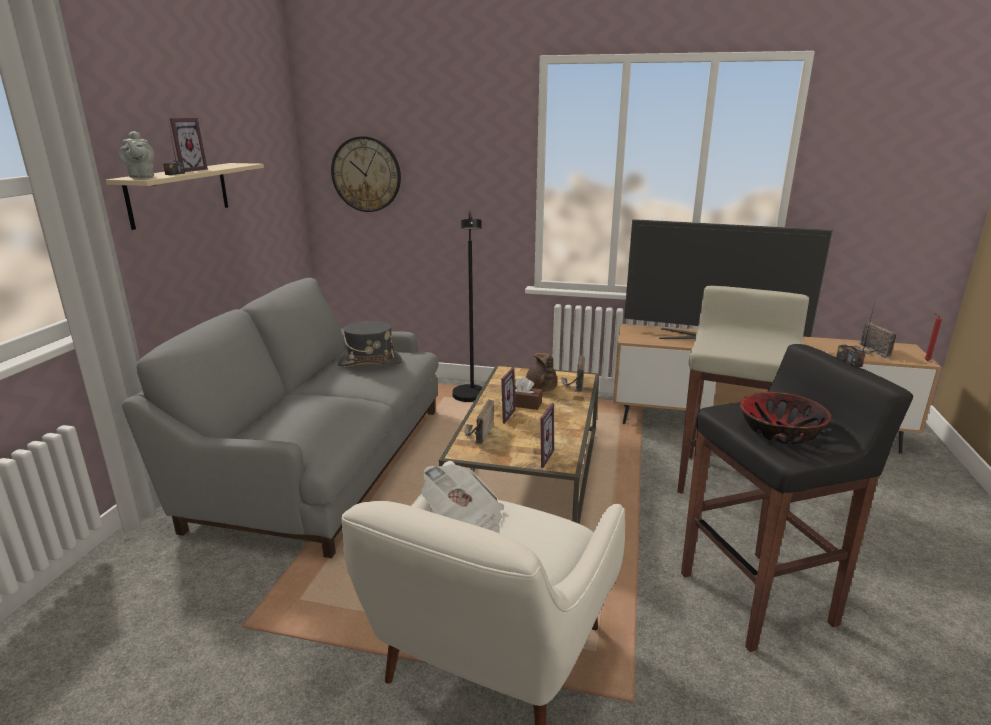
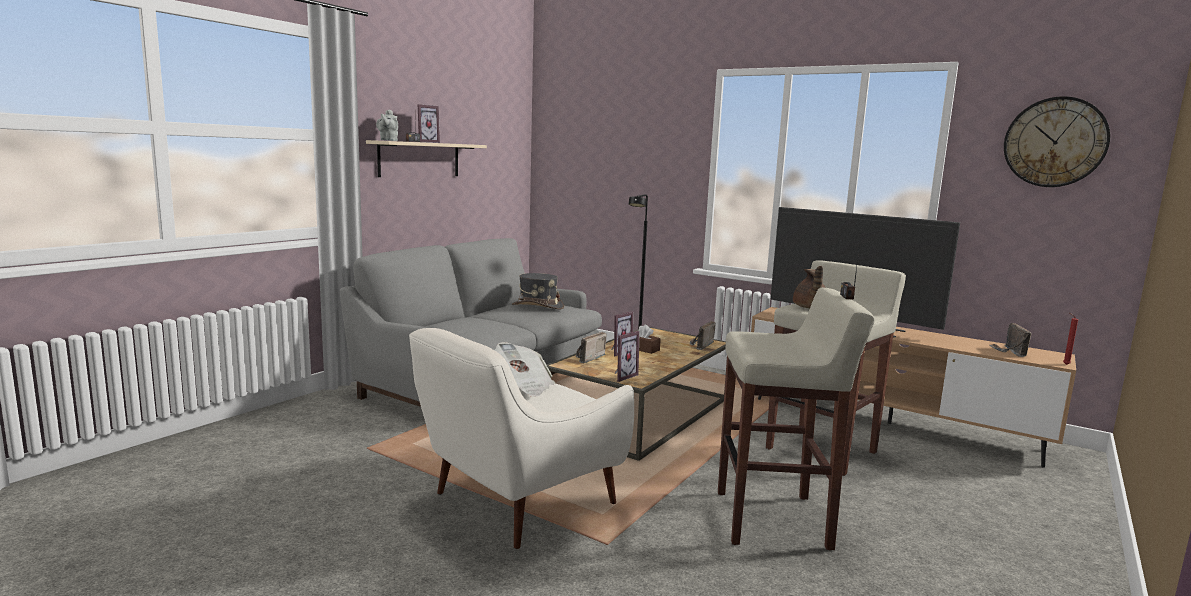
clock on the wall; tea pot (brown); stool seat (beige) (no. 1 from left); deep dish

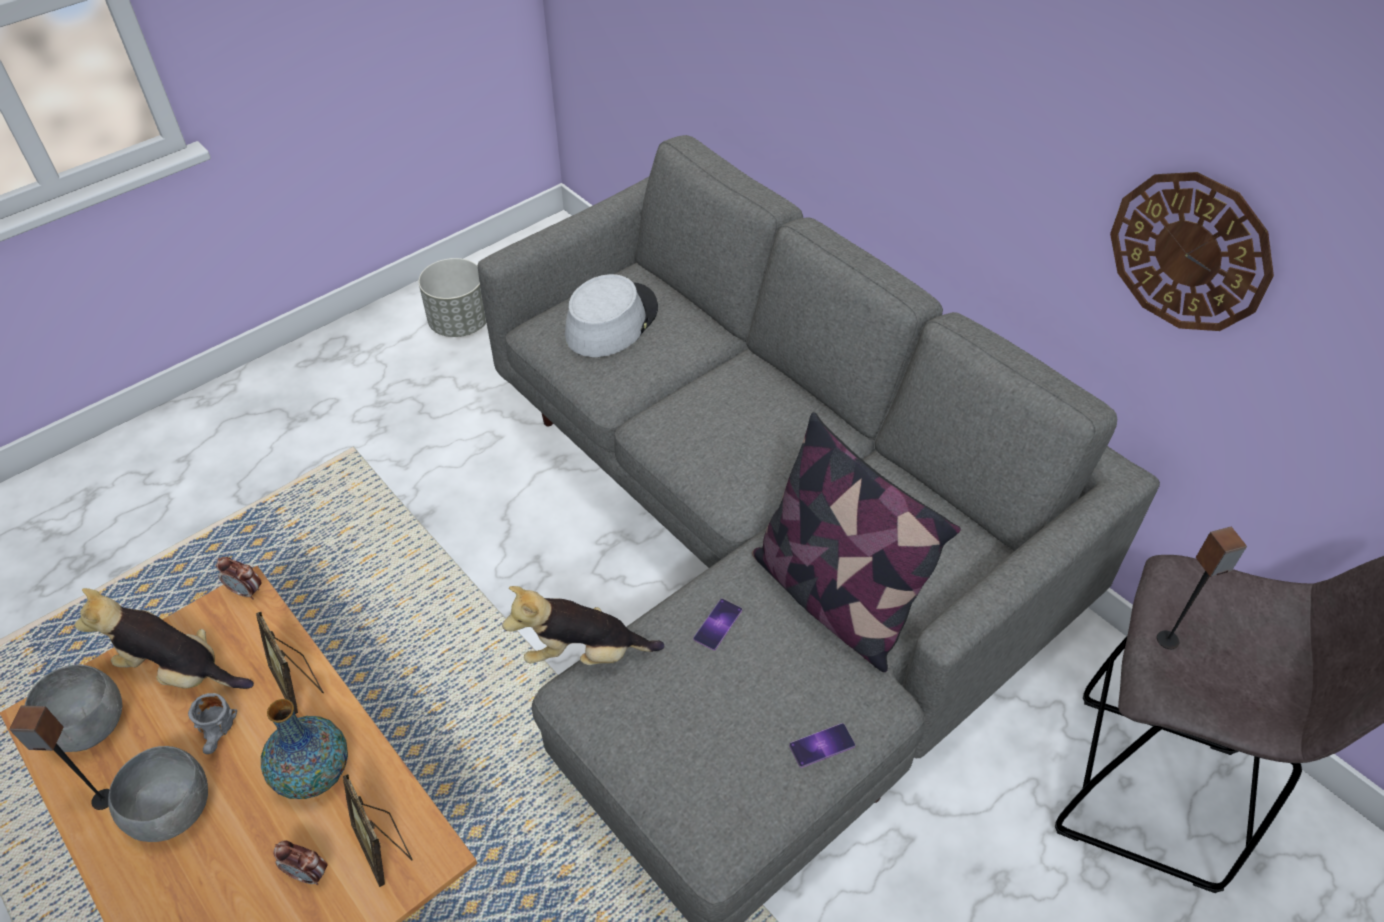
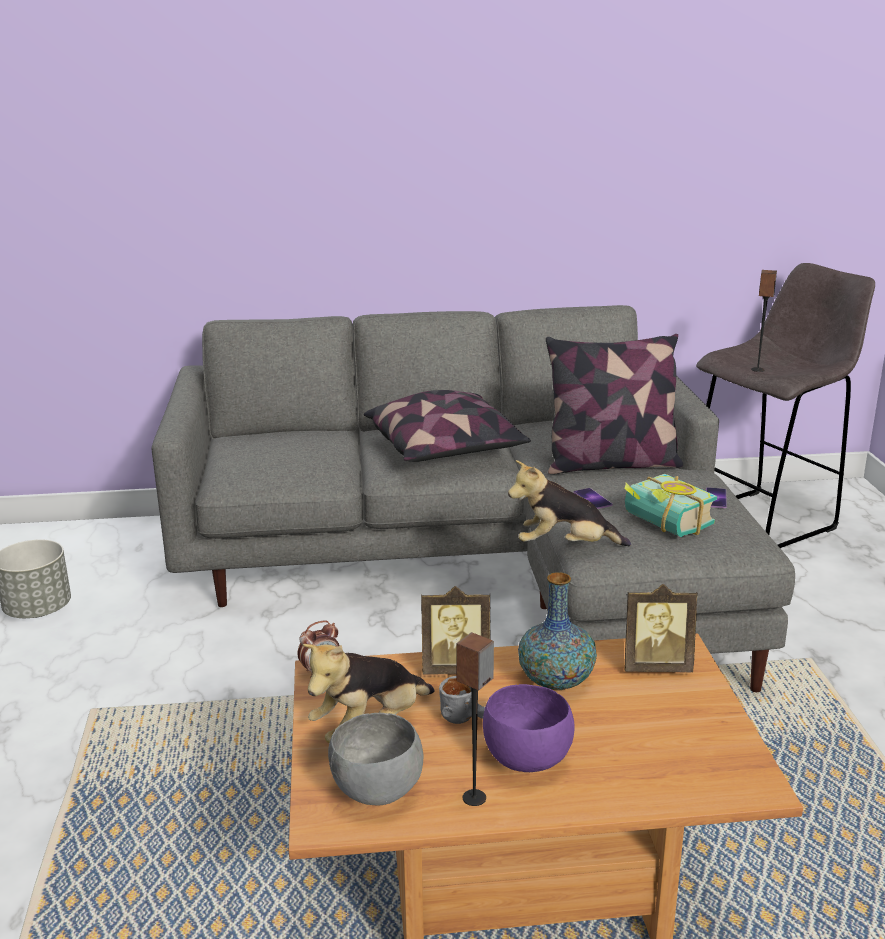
deep dish (purple-coloured); table clock (no. 2 from left in the first image); soft toy (no. 2 from left); wearable hat (grey); clock on the wall; pillow (no. 1 from left); volume

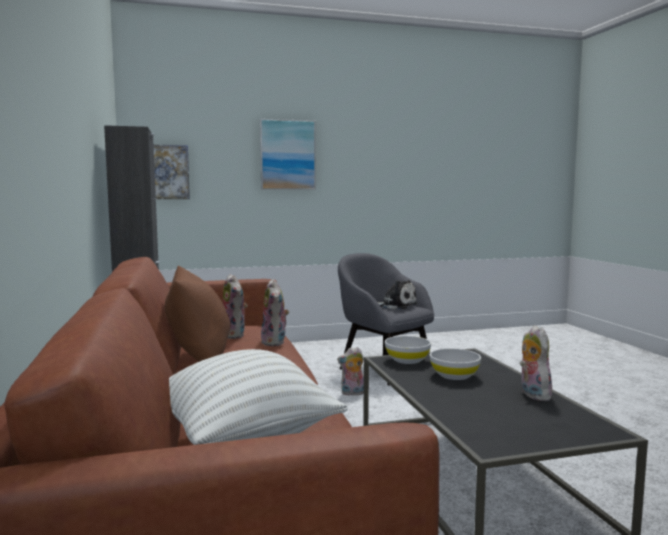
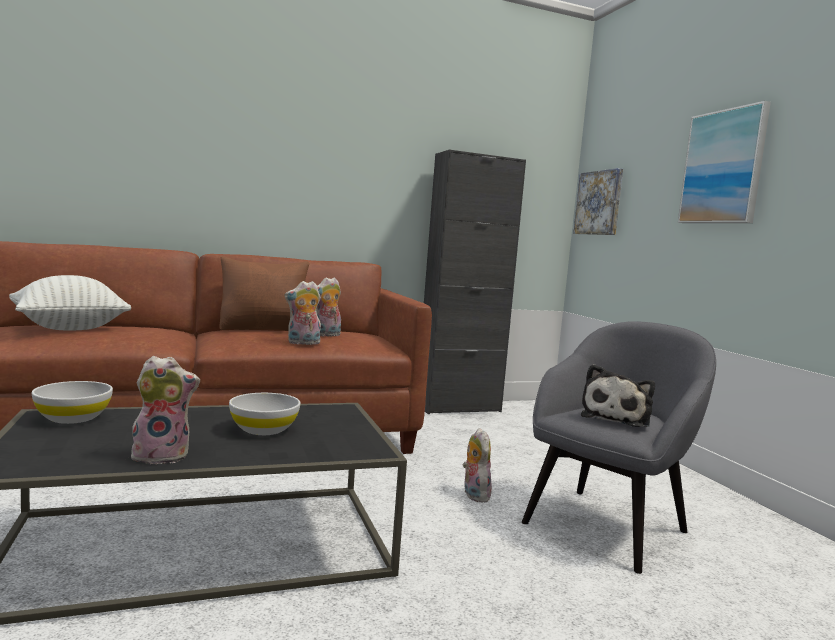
deep dish (whitish) (no. 1 from left)

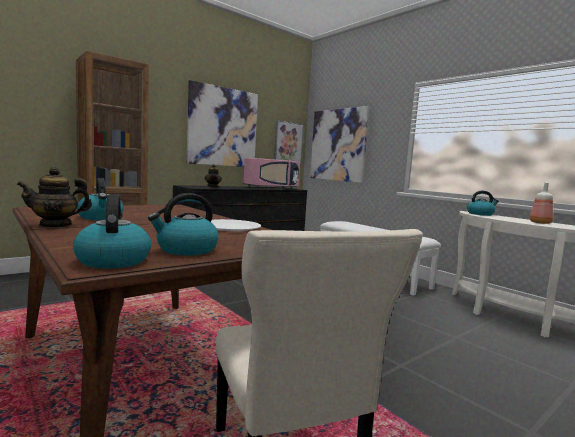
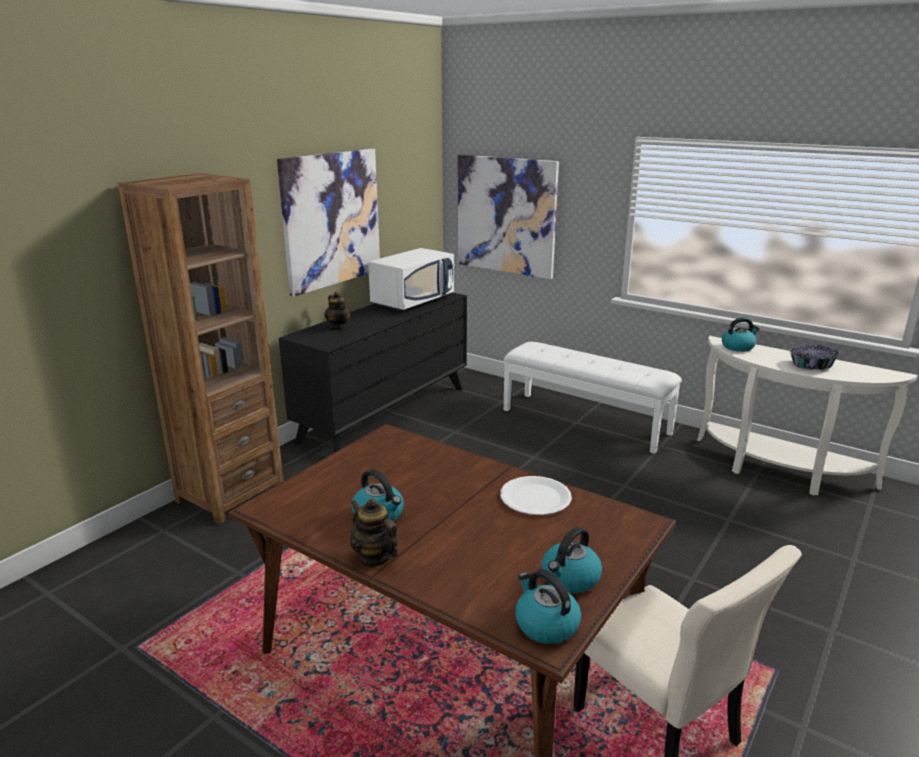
tea pot (no. 2 from left); kitchen microwave (whitish); wall art (no. 2 from left in the first image); deep dish

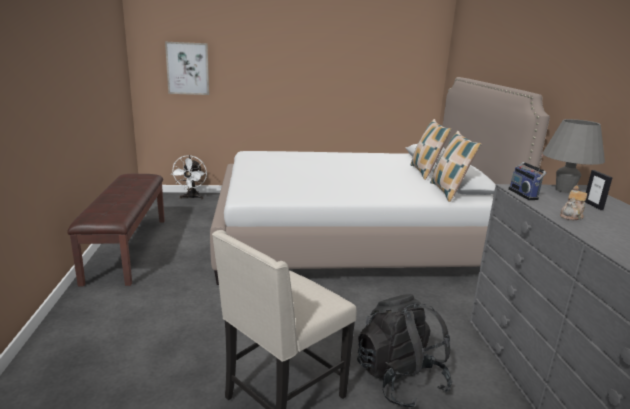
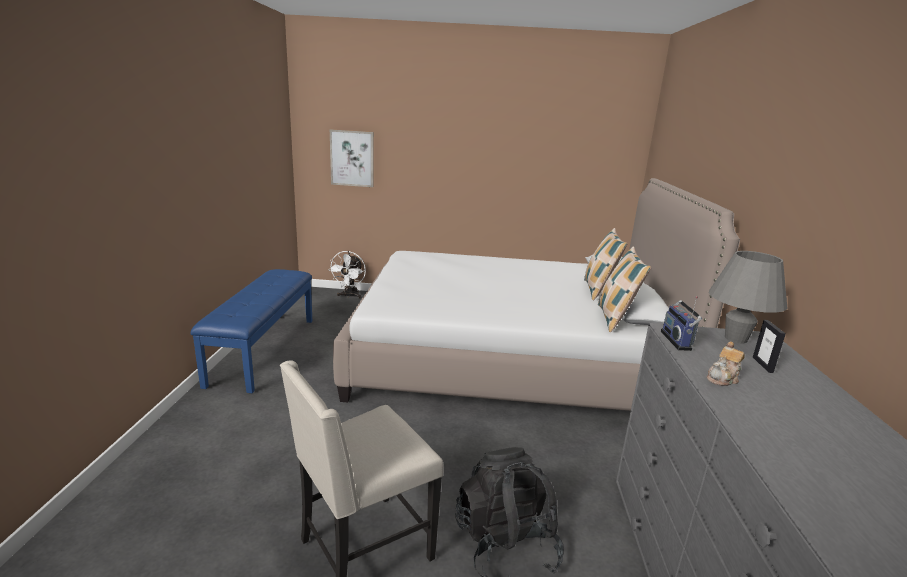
long seat (bluish)

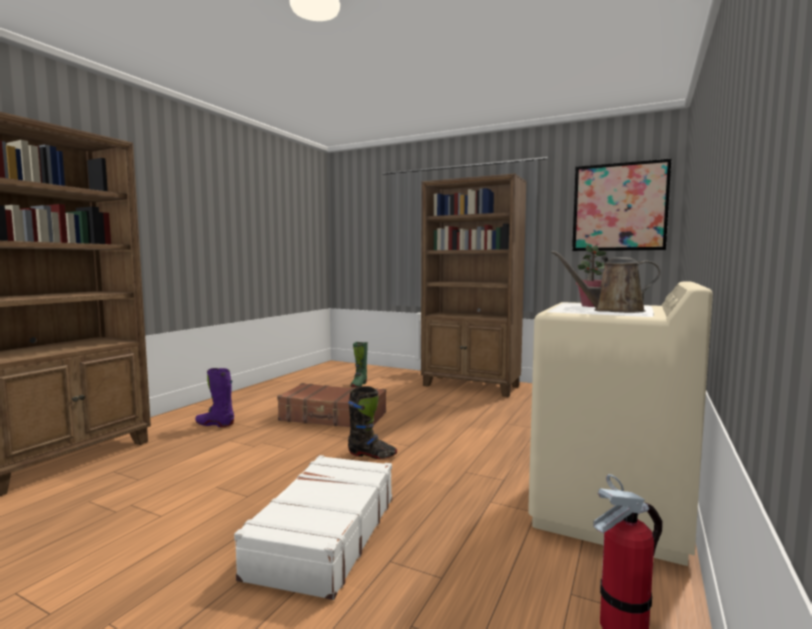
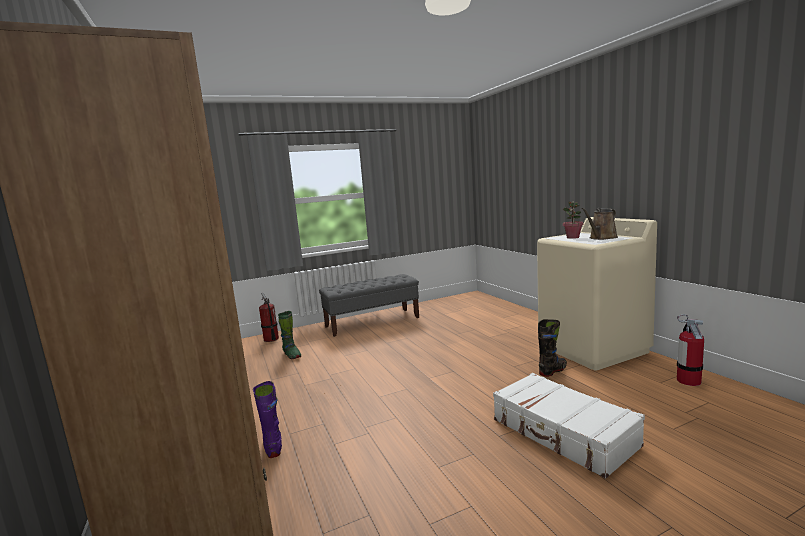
boot (purple-coloured); travel case (brown); boot (blackish); long seat (grey); wall art; extinguisher (no. 1 from left)

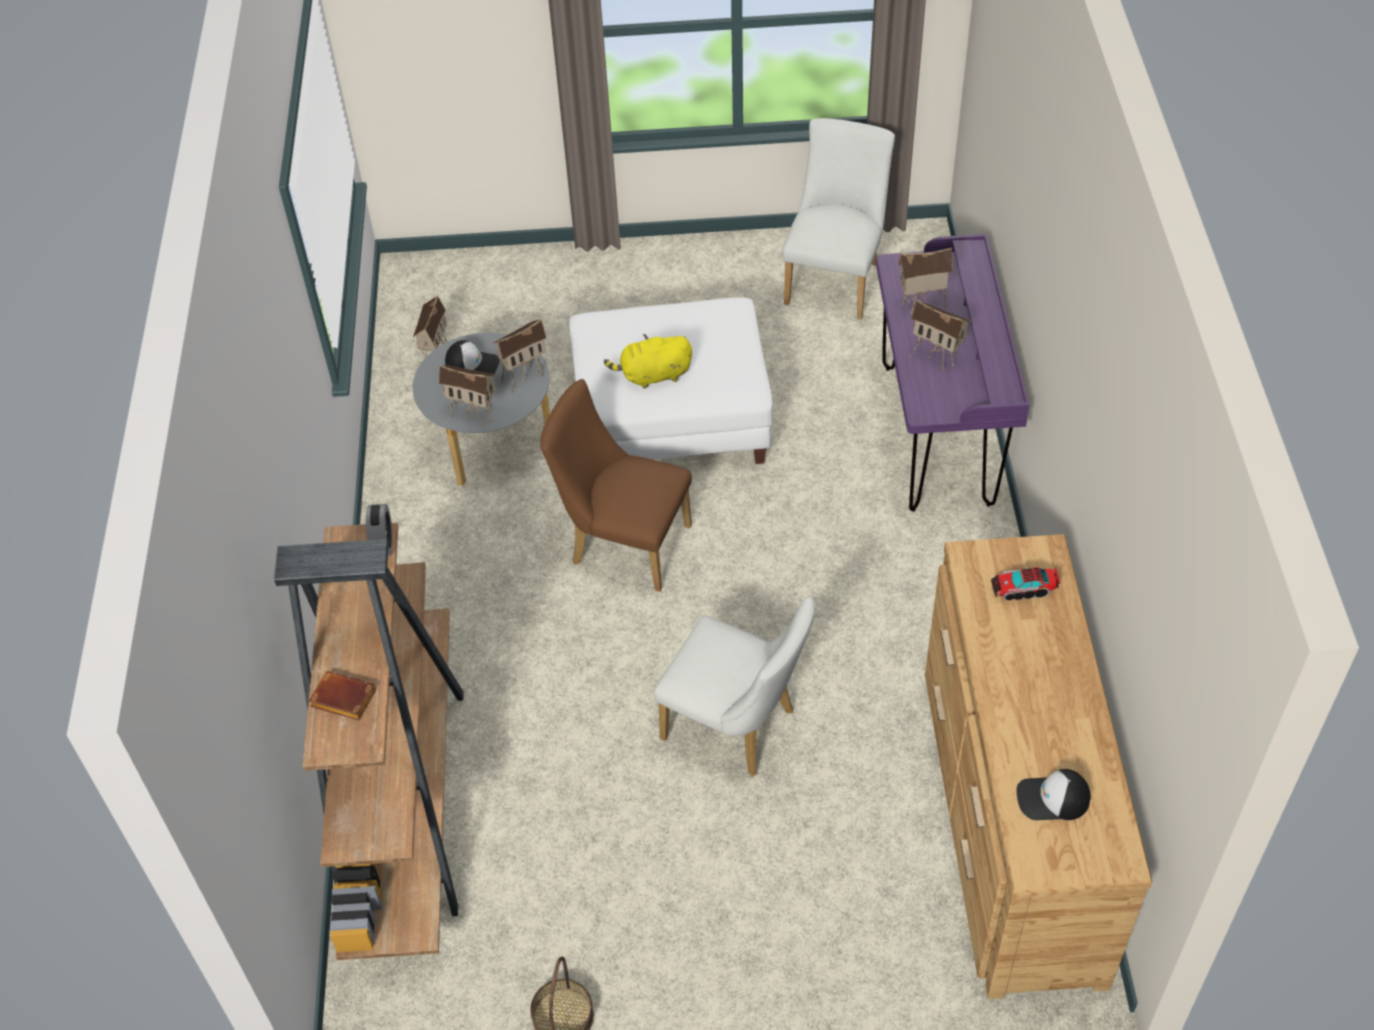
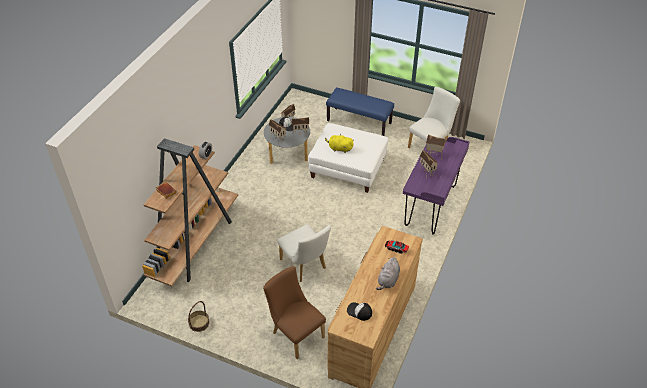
plain chair (brown); long seat (bluish); soft toy (grey)

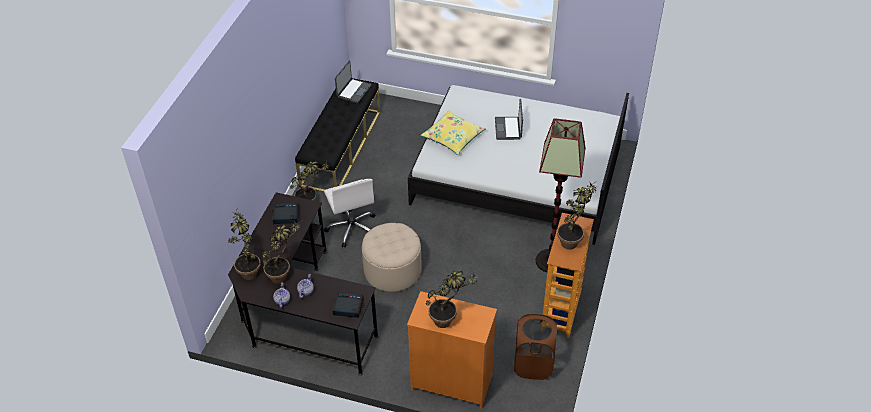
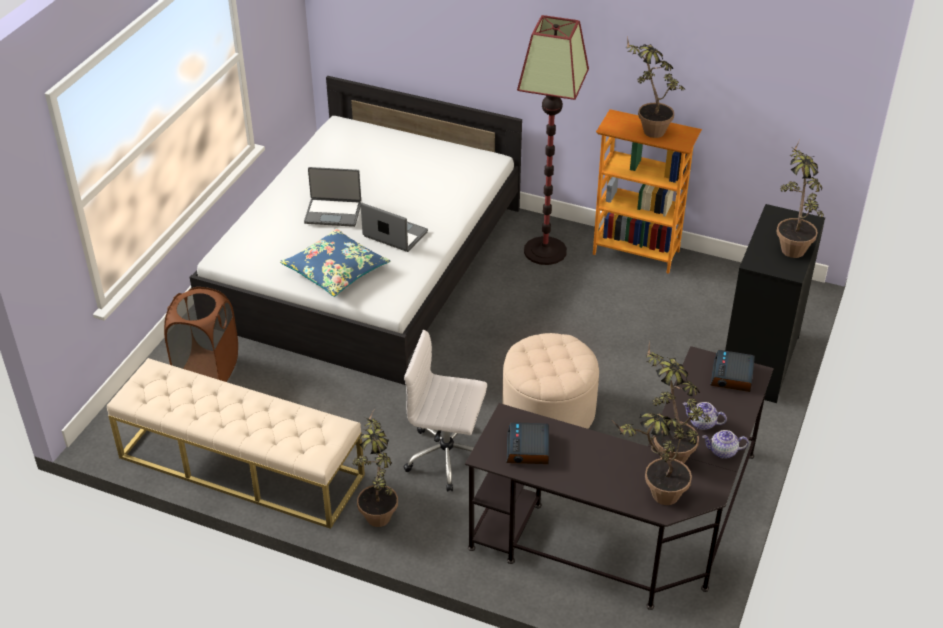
long seat (beige); desk chair (whitish); portable computer (no. 2 from left); chest of drawers (blackish); pillow (bluish); washing basket (brown)

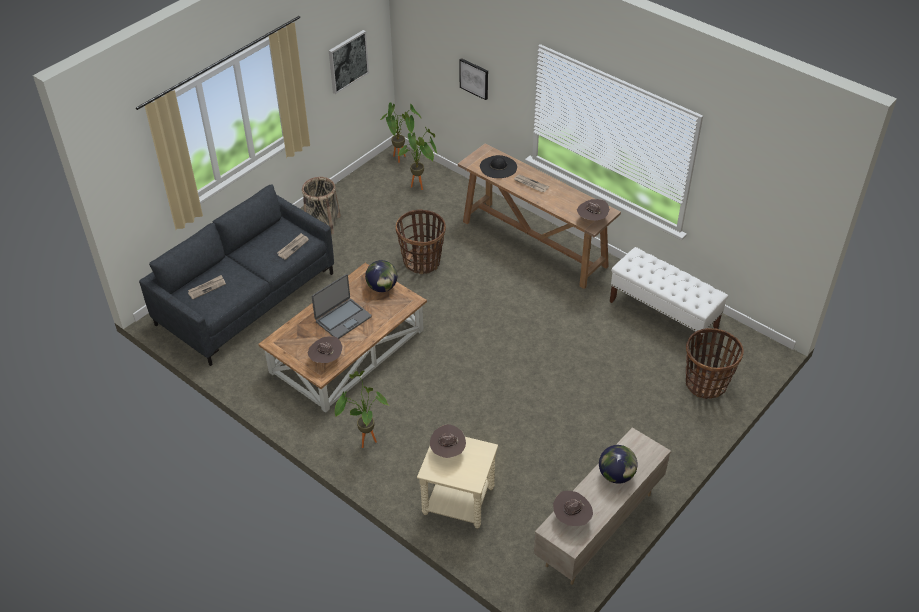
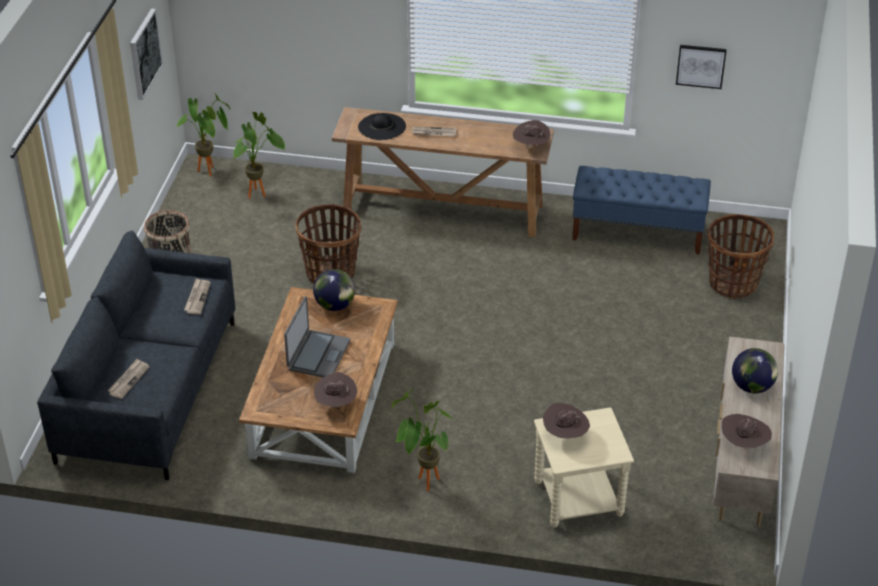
wall art (no. 2 from left); long seat (bluish)

